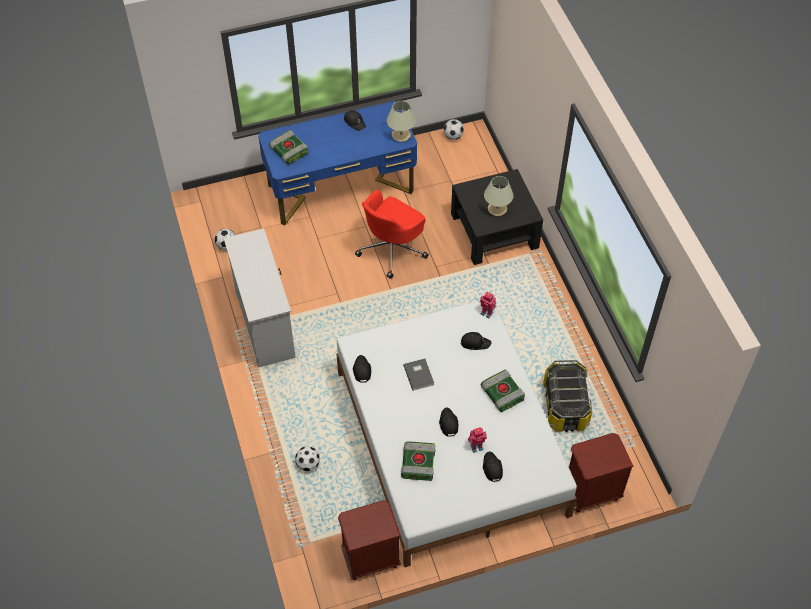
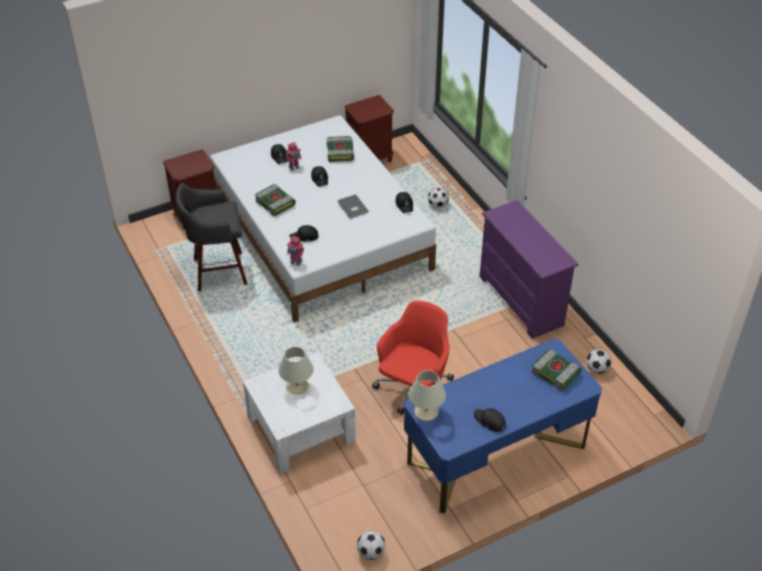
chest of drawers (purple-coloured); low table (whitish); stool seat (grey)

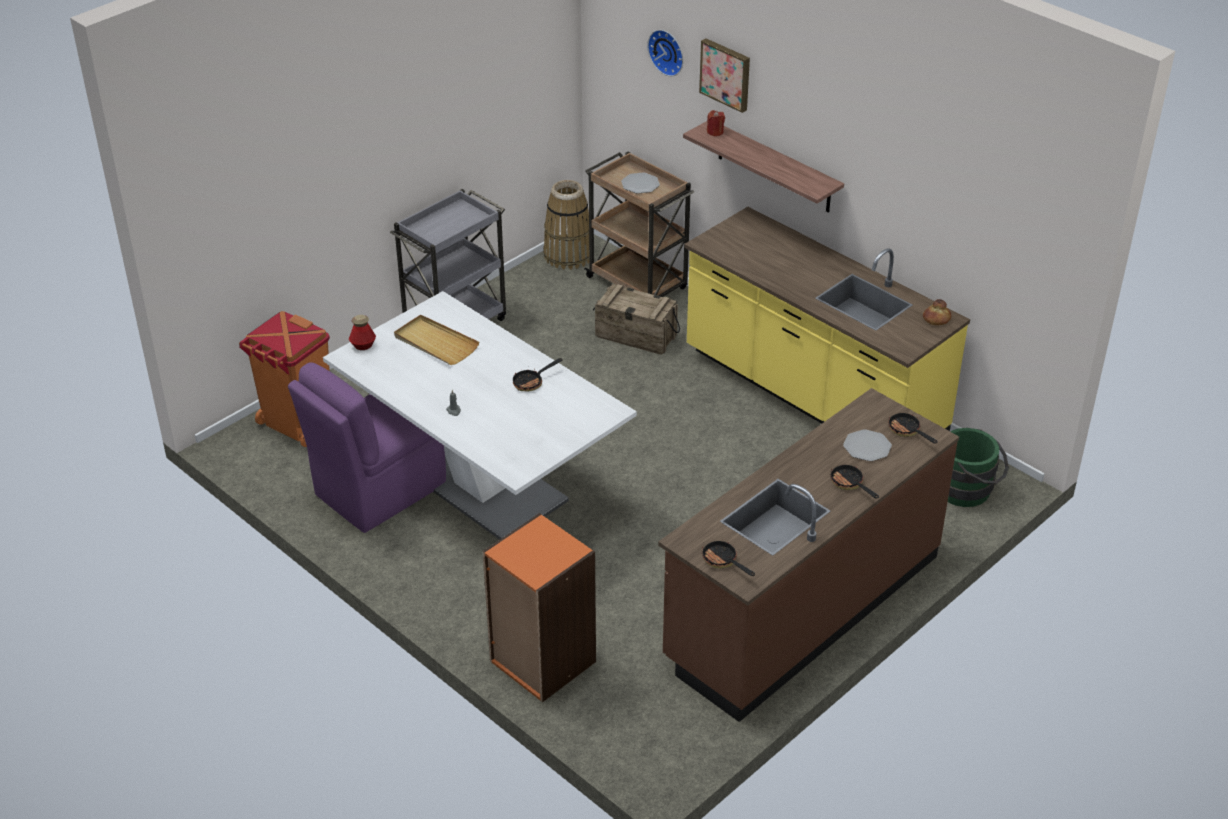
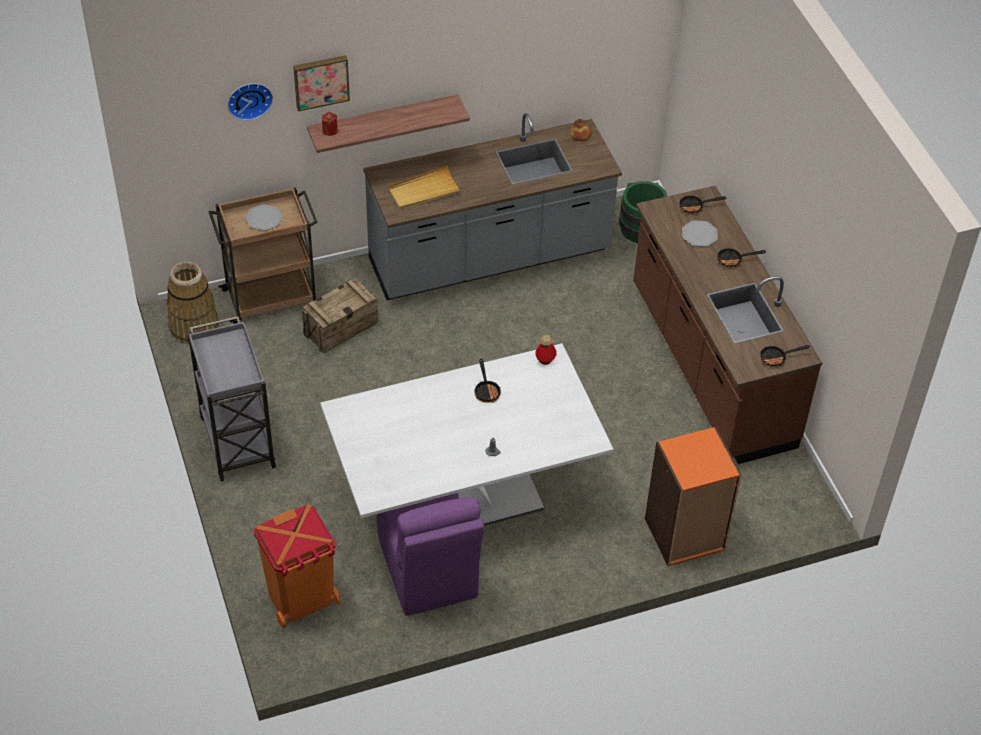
beverage bottle; serving tray (beige); kitchen base unit (grey)

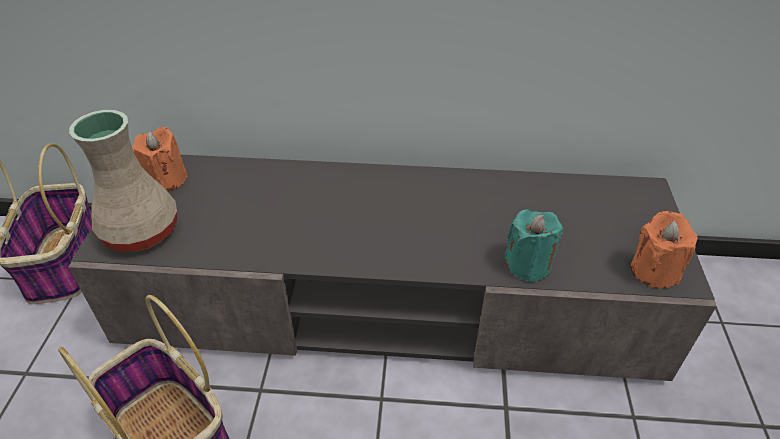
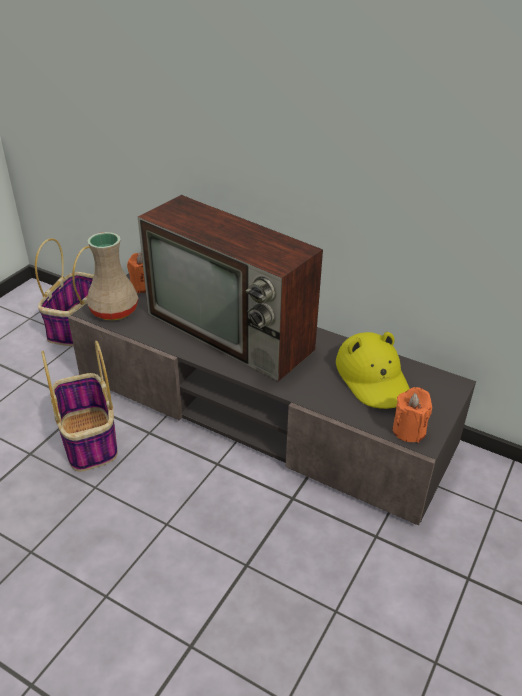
wax light (blue-green); TV set; wearable hat (yellowish)

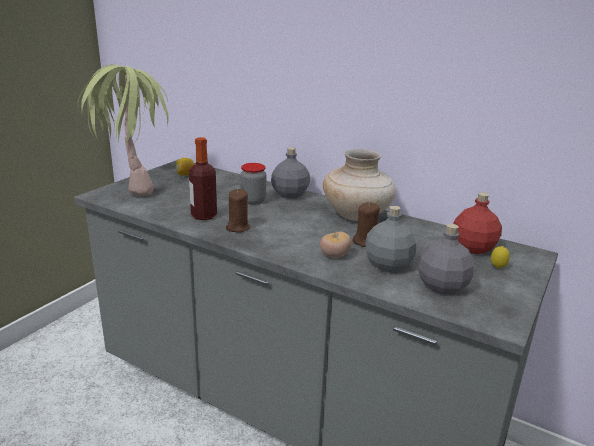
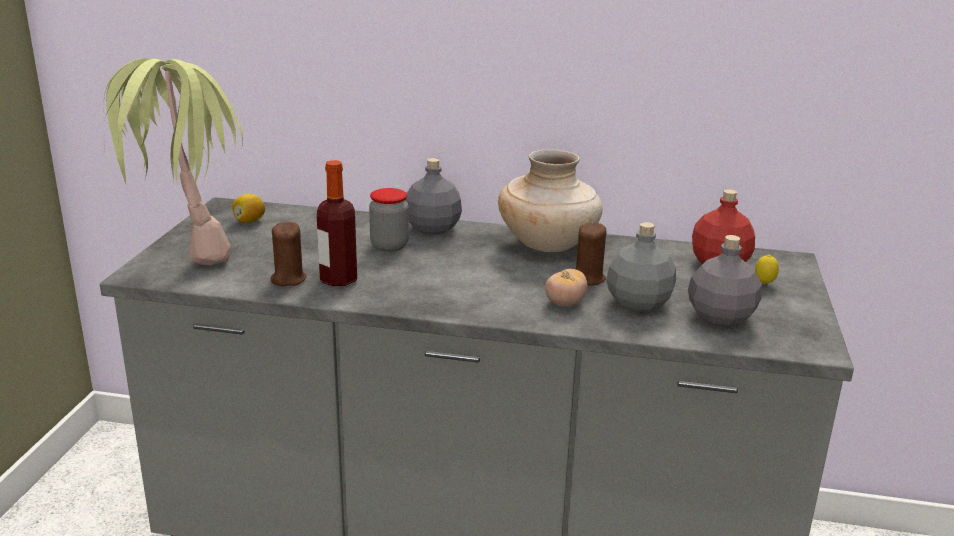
wax light (brown) (no. 1 from left)

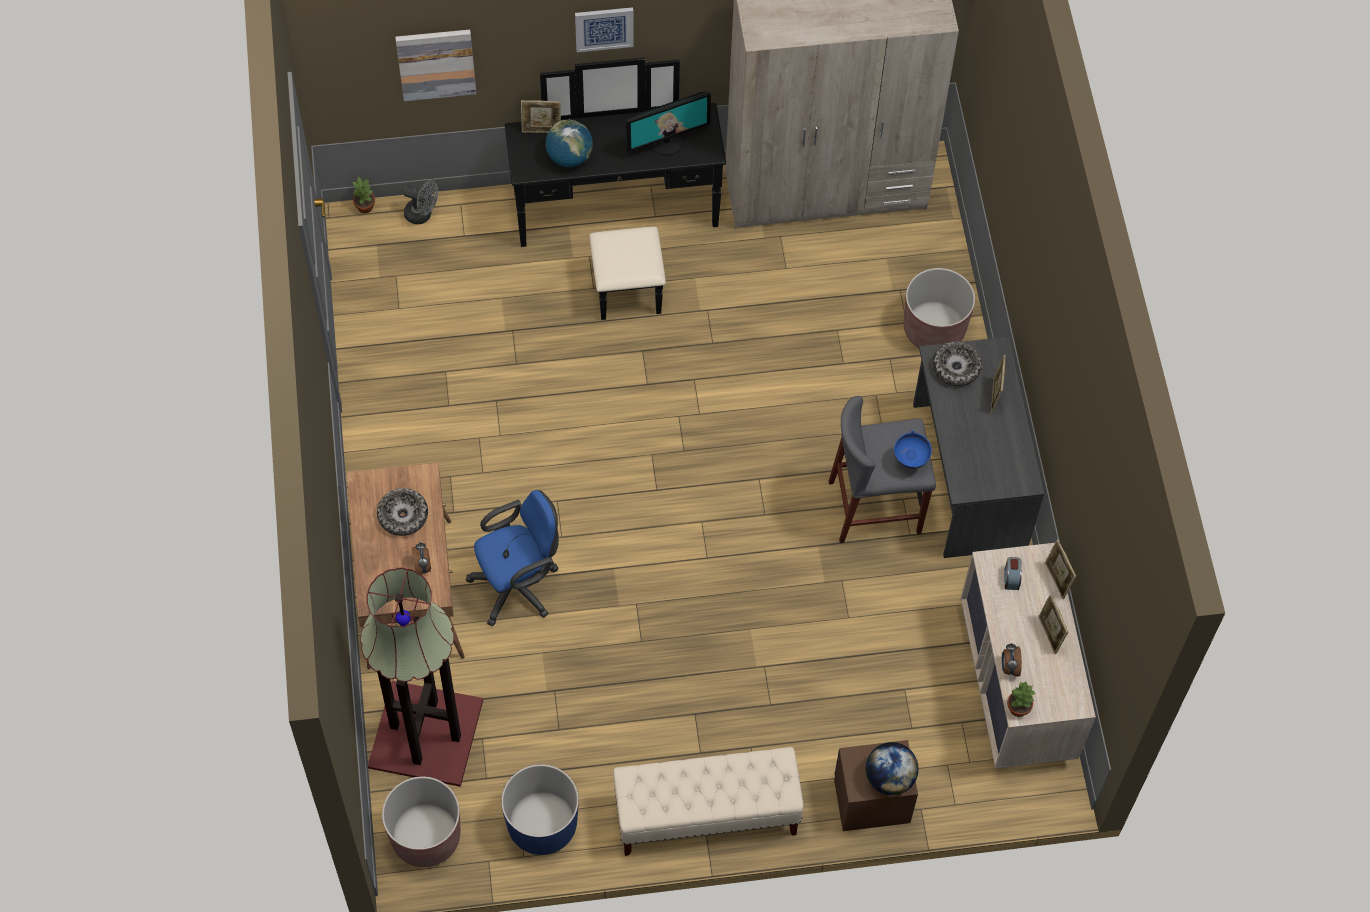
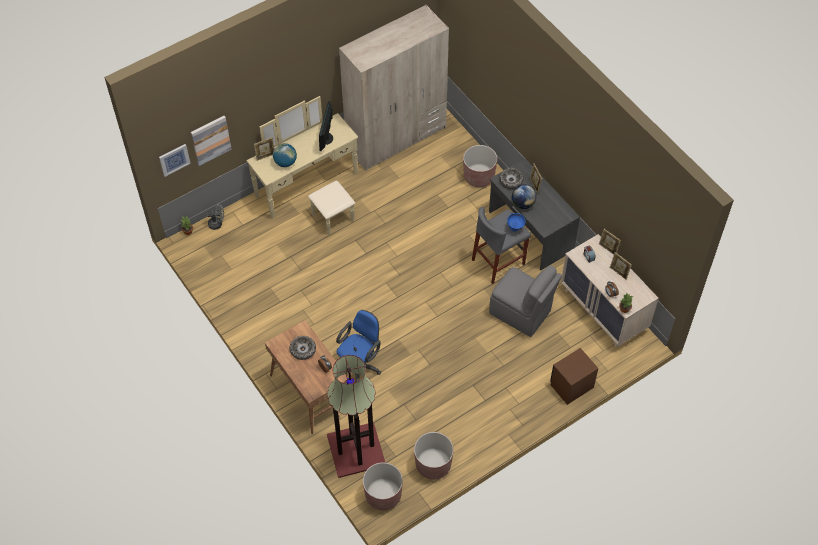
planter (brown) (no. 2 from left); chest of drawers (beige) (no. 1 from left); wall art (no. 1 from left); long seat (beige); computer screen; world globe (no. 2 from left); plain chair (grey)

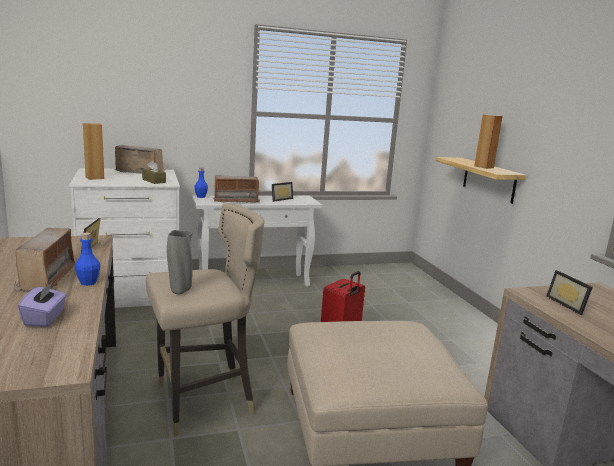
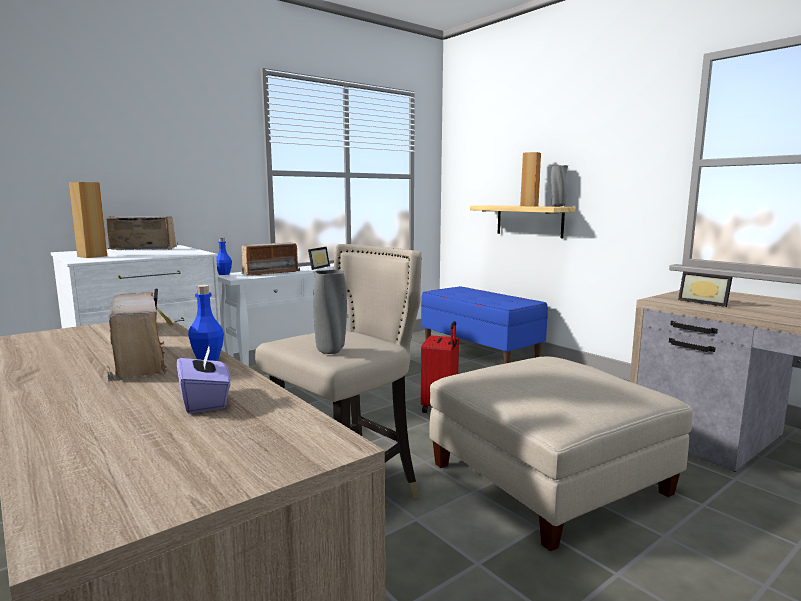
tissue box (brown); long seat (bluish); vase (grey) (no. 2 from left)

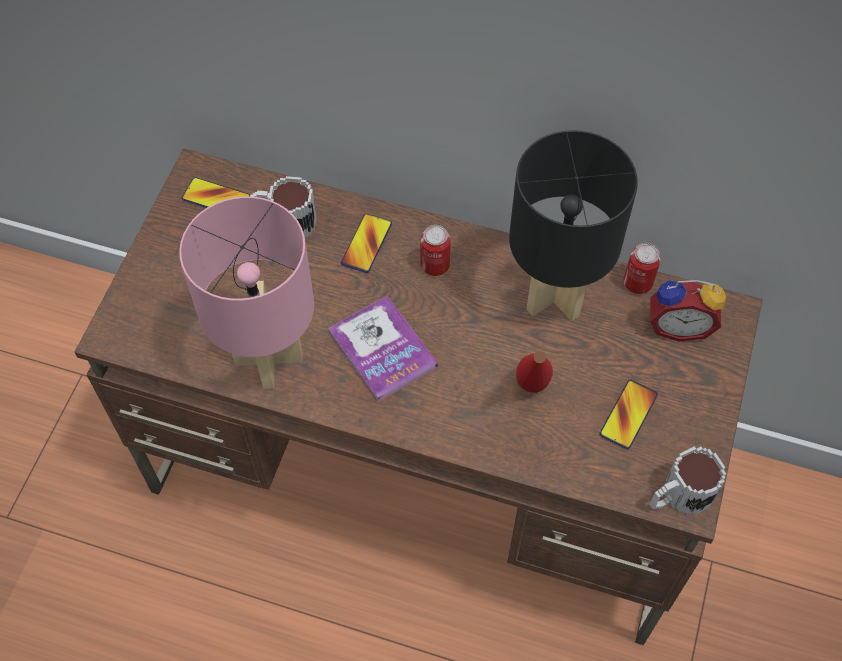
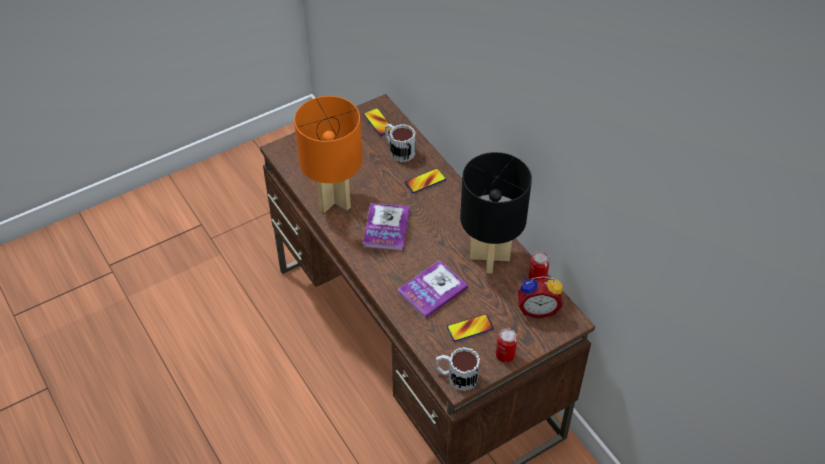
table lamp (orangey); can (no. 1 from left); volume (no. 2 from left); table clock

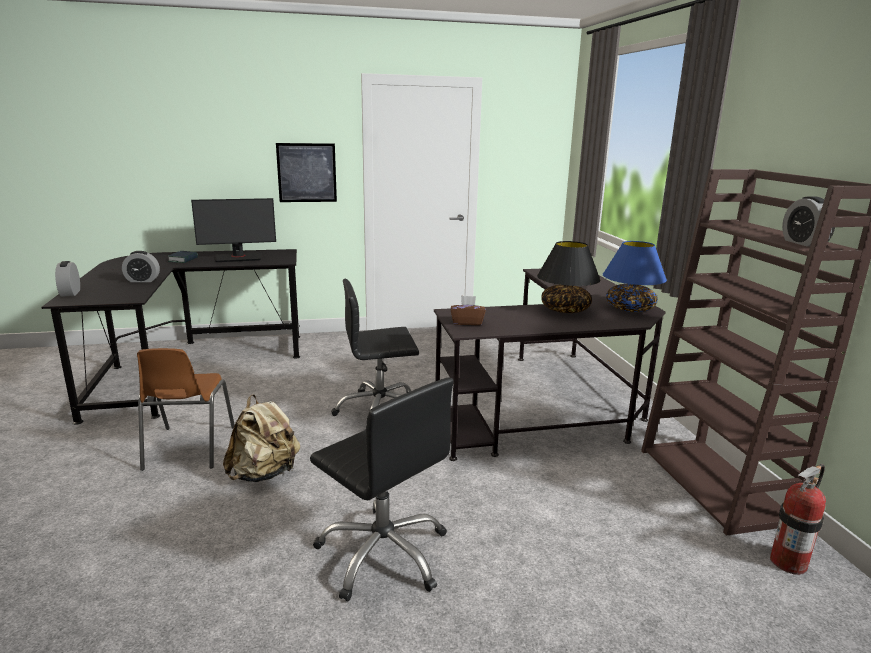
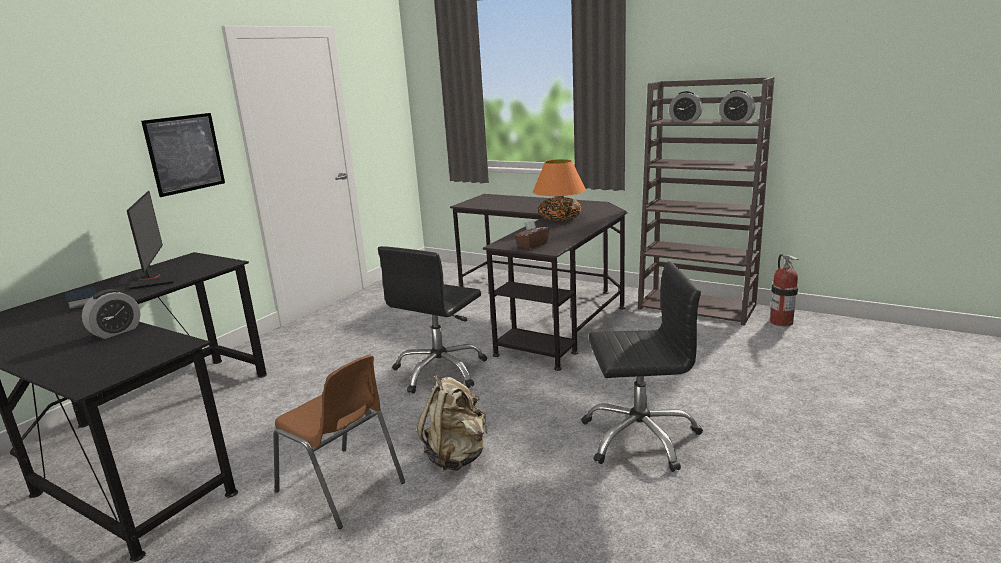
table clock (no. 2 from left); computer screen; table lamp (orangey); table lamp (bluish)

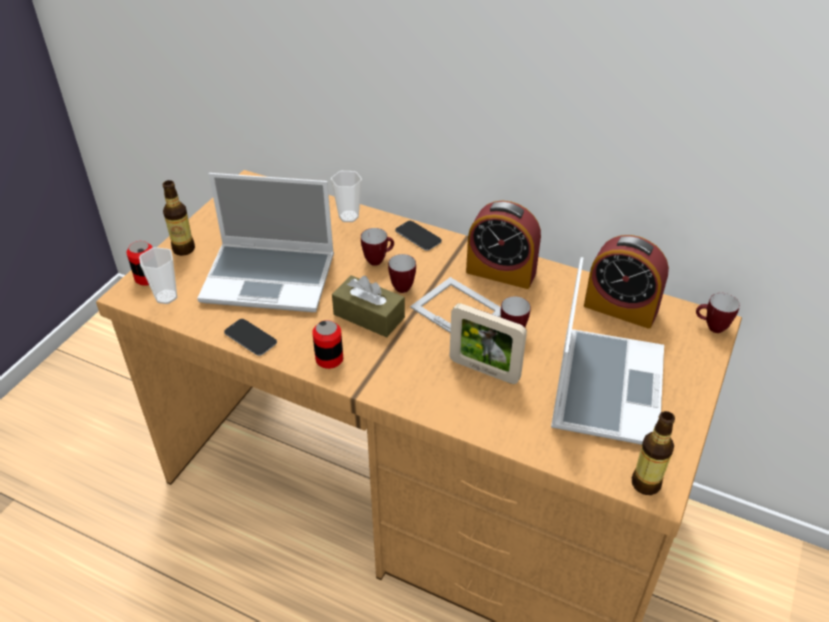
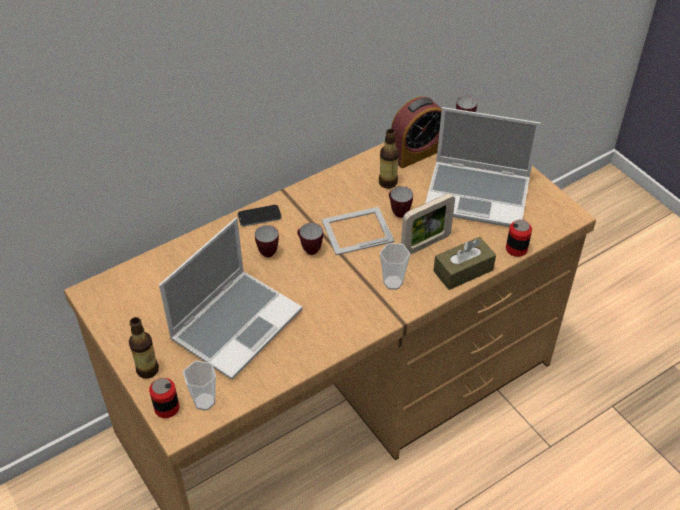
telephone (no. 1 from left in the first image); can (no. 2 from left); cup (no. 2 from left); tissue box (brown); table clock (no. 1 from left in the first image); portable computer (no. 2 from left); beverage bottle (no. 2 from left)

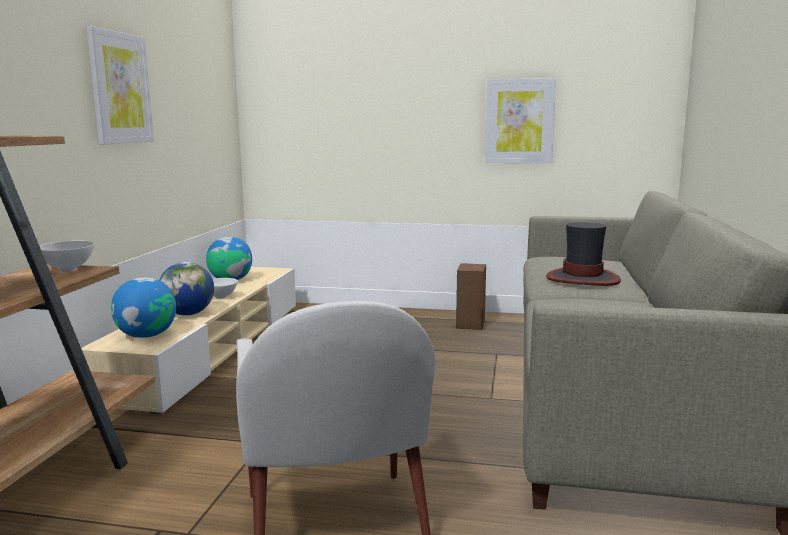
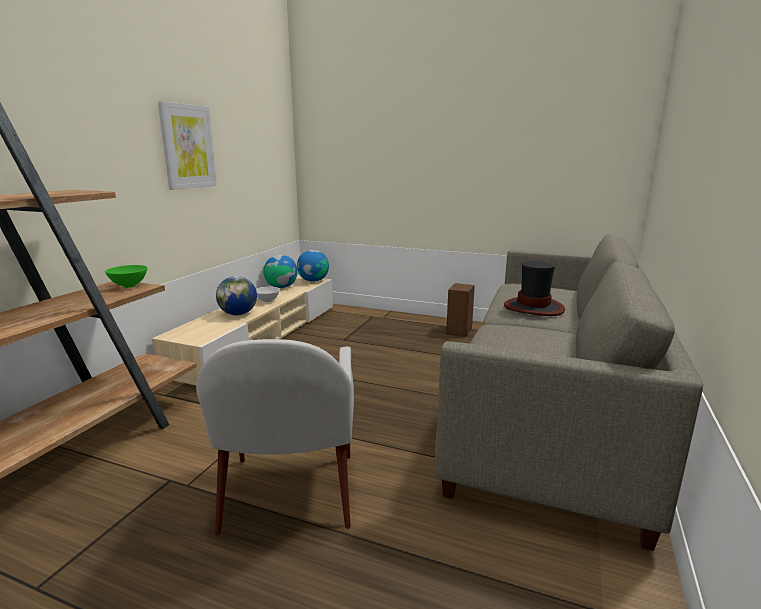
deep dish (green); world globe (no. 3 from left); wall art (no. 2 from left in the first image)

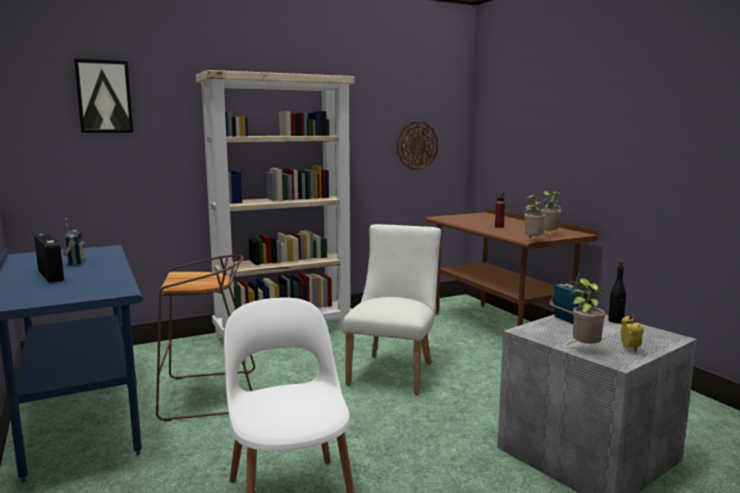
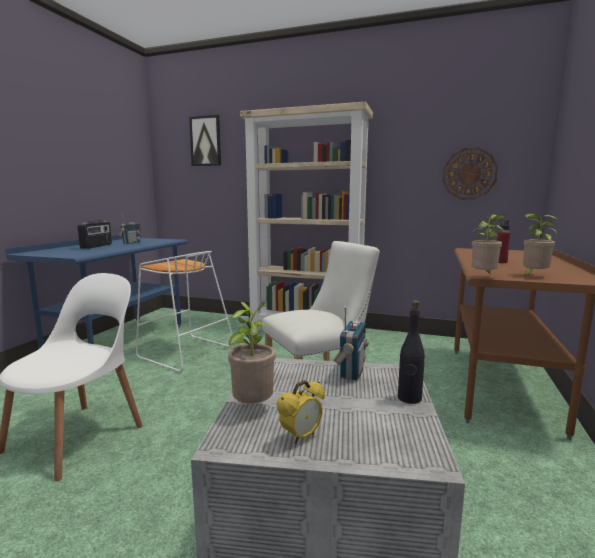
stool seat (whitish)

